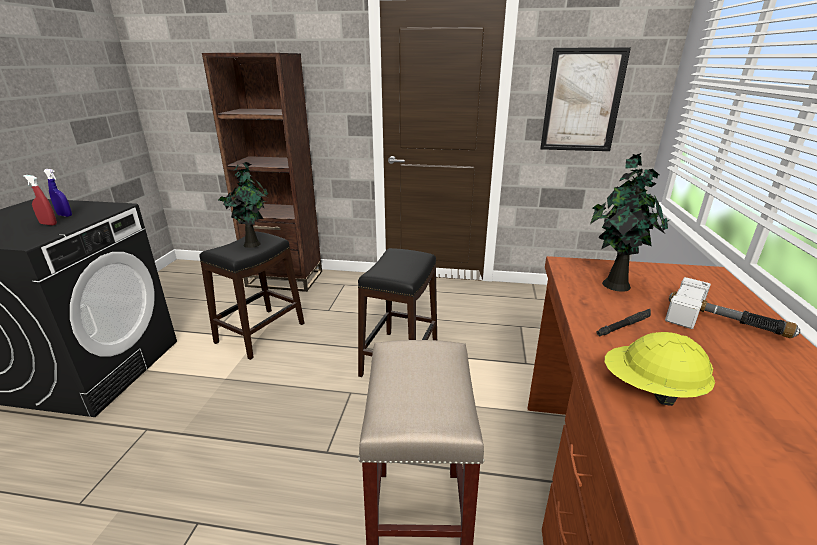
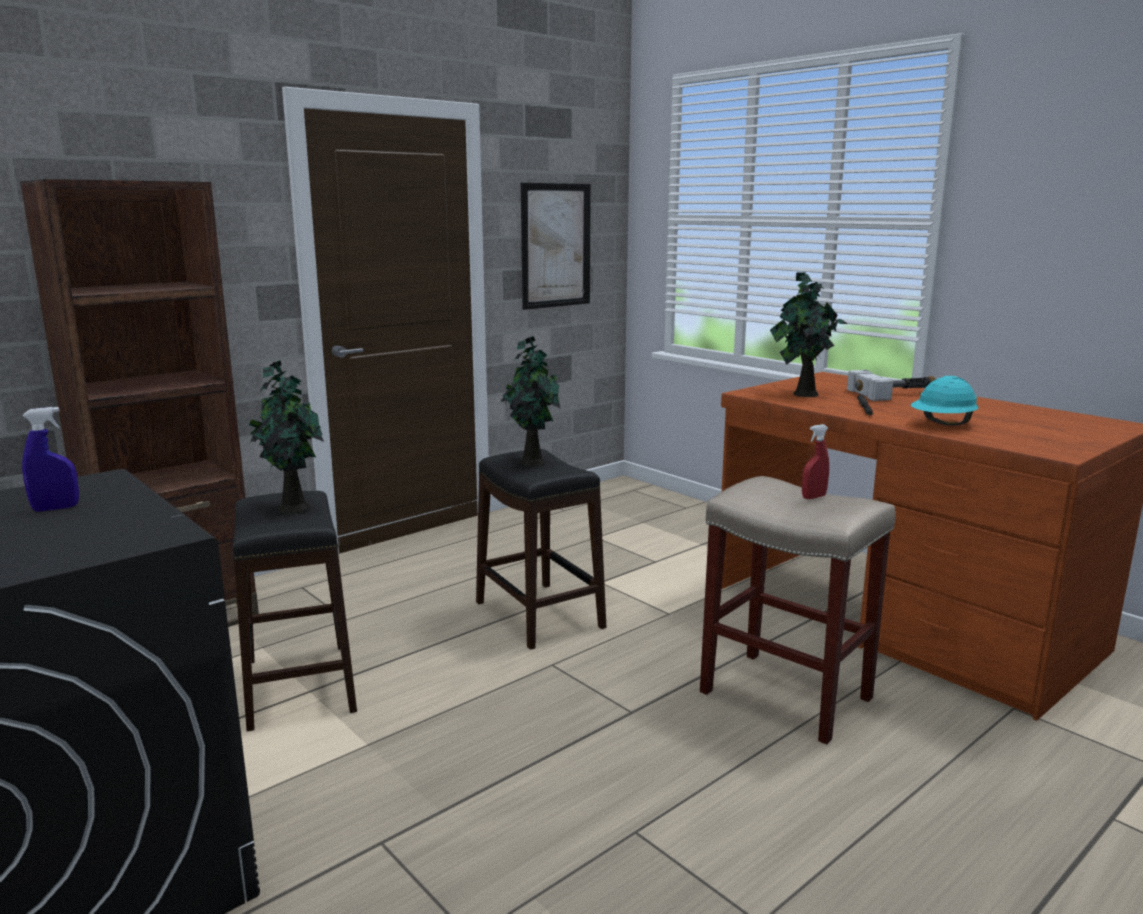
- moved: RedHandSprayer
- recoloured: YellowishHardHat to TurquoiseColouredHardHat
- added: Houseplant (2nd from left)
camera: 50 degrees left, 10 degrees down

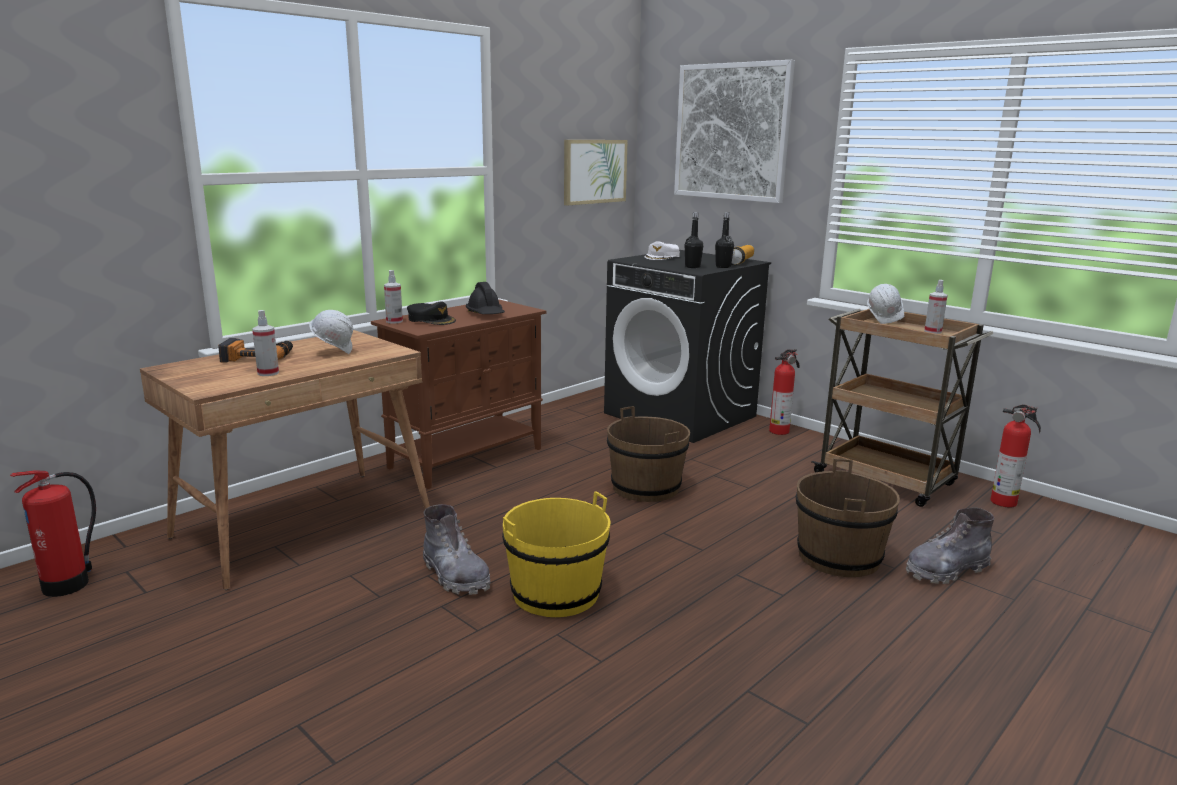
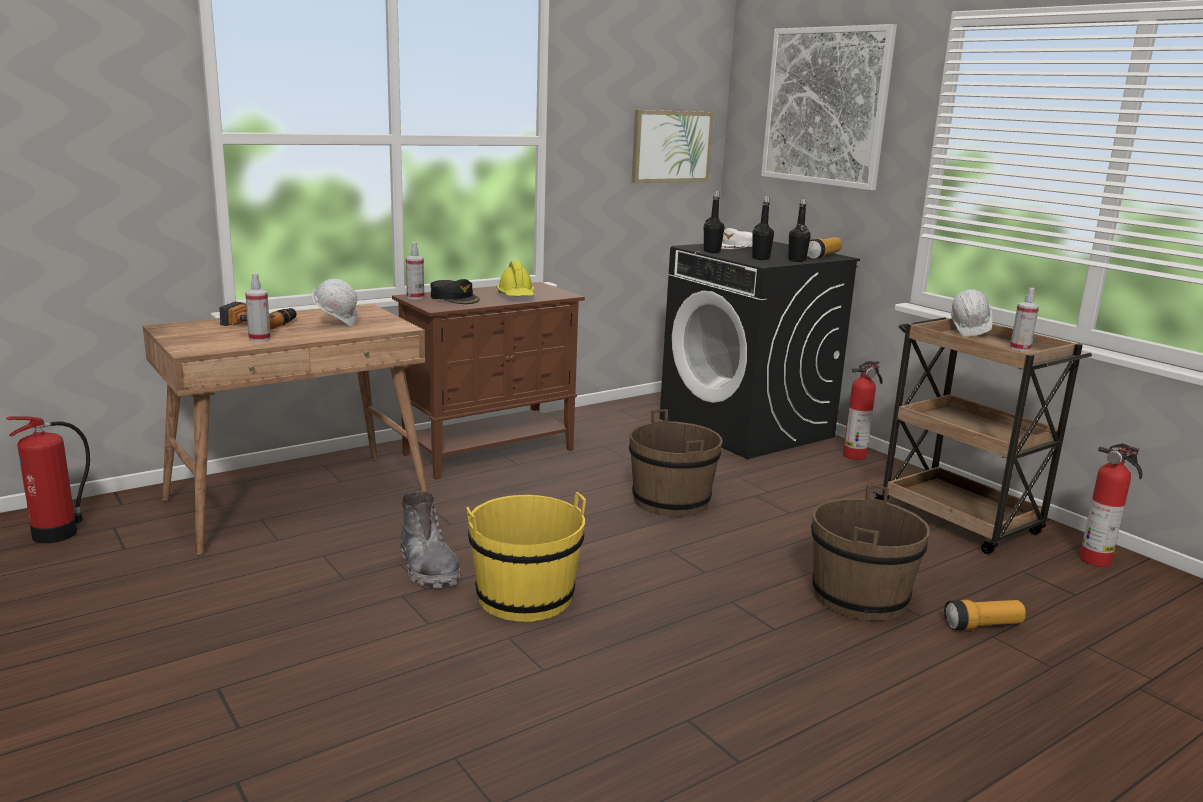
- recoloured: BlackHardHat to YellowishHardHat
- replaced: GreyBoot (2nd from left) to Flashlight (2nd from left)
- added: BlackBeverageBottle (1st from left)
camera: 10 degrees right, 0 degrees up

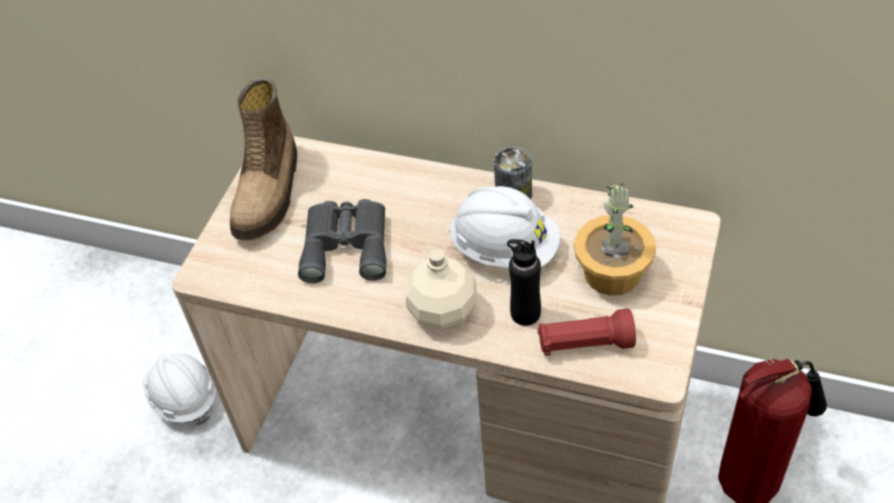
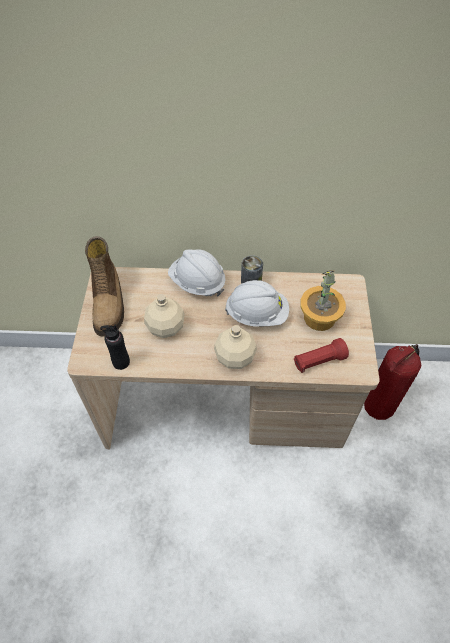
- moved: WhiteHardHat (1st from left)
- replaced: GreyPairOfBinoculars to BeigeColouredBeverageBottle (1st from left)
- moved: BlackBeverageBottle
camera: 20 degrees left, 5 degrees up

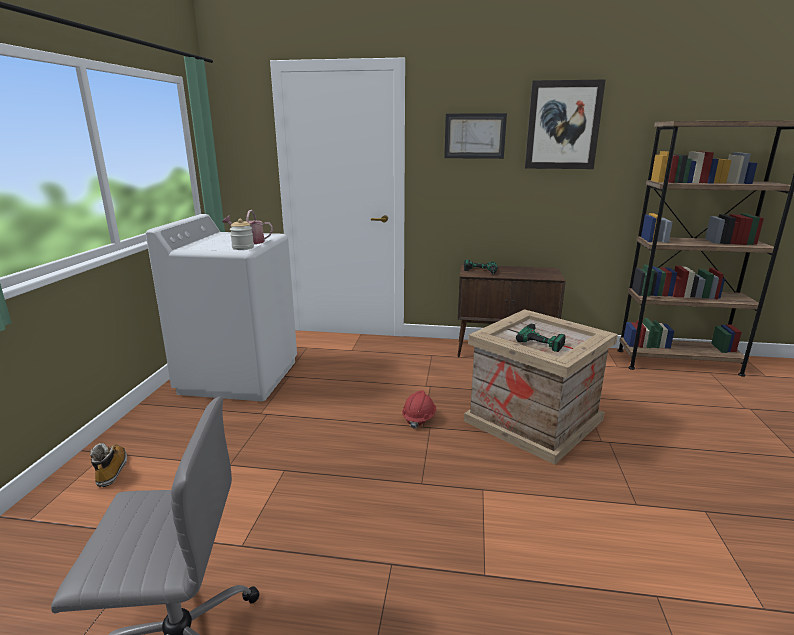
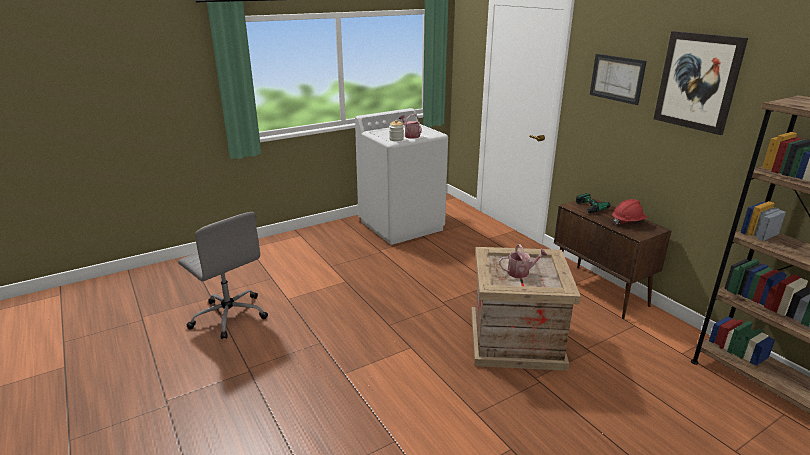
- removed: Boot
- moved: RedHardHat
- replaced: PowerDrill (2nd from left) to WateringCan (2nd from left)
camera: 50 degrees right, 5 degrees up

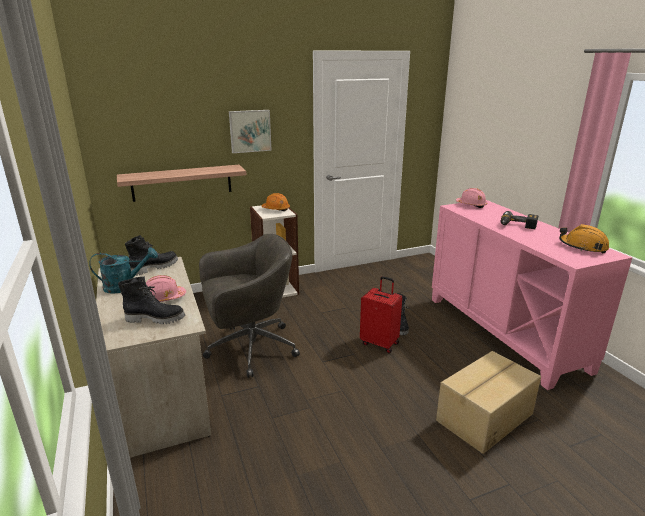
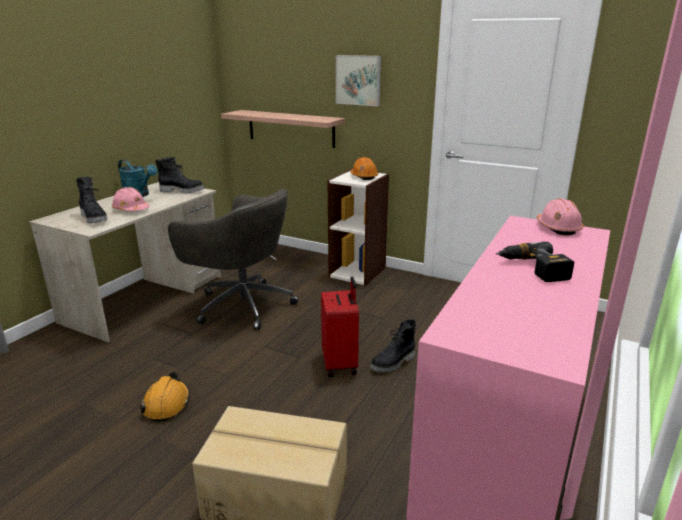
- moved: OrangeHardHat (2nd from left in the first image) to OrangeHardHat (1st from left)
camera: 50 degrees right, 0 degrees up

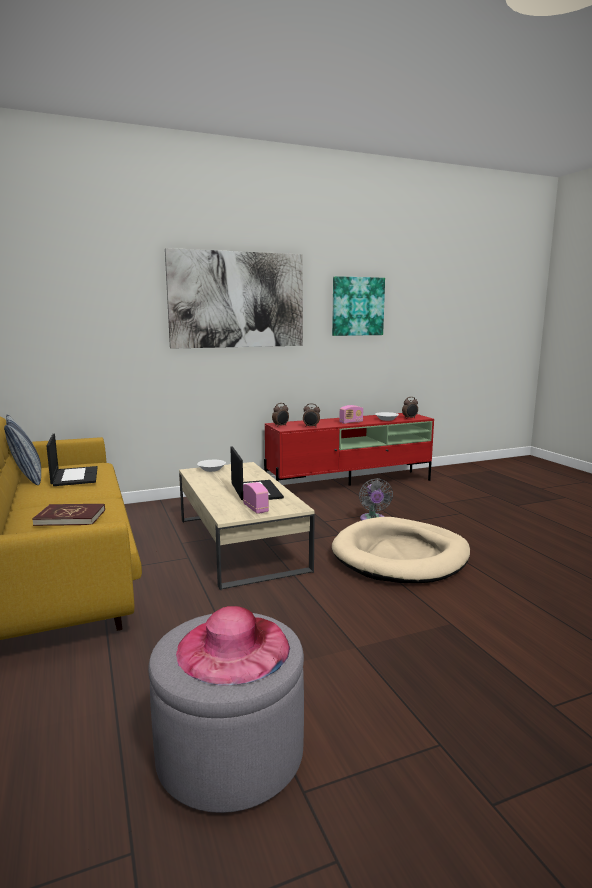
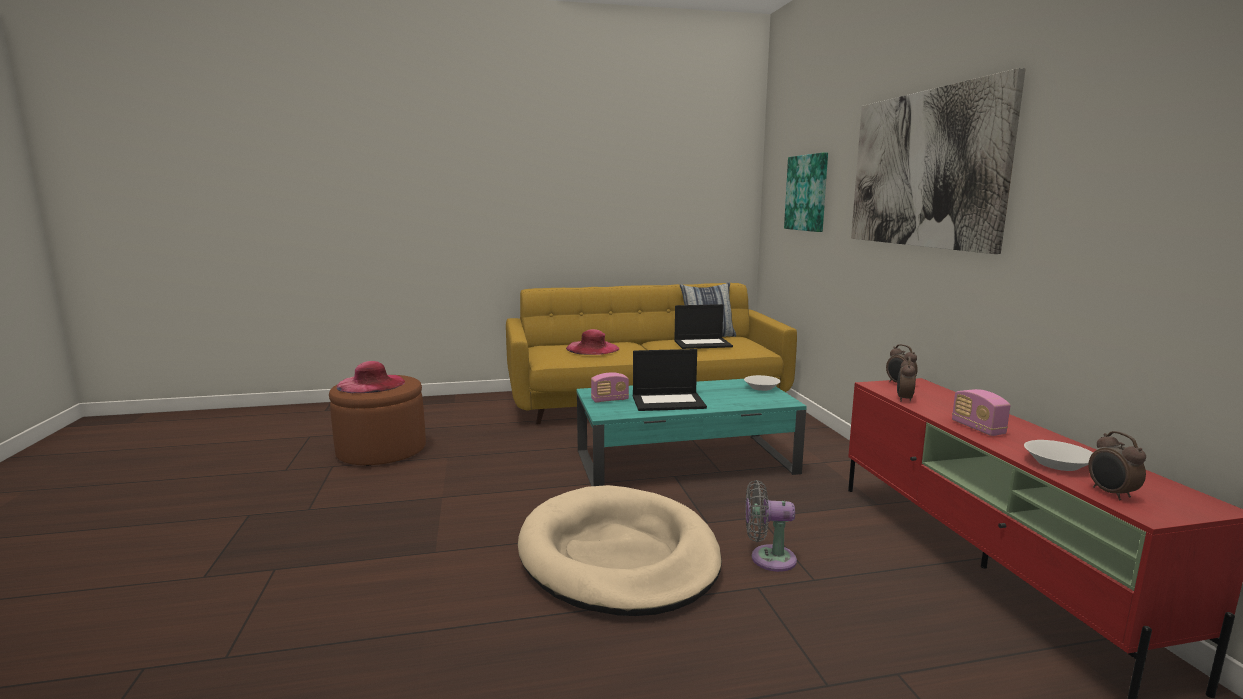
- replaced: RedVolume to PinkClothingHat (2nd from left)
- recoloured: GreyFootrest to BrownishFootrest
- recoloured: BeigeColouredLoungeTable to TurquoiseColouredLoungeTable
- moved: Picture (2nd from left in the first image) to Picture (1st from left)
camera: 100 degrees right, 0 degrees up

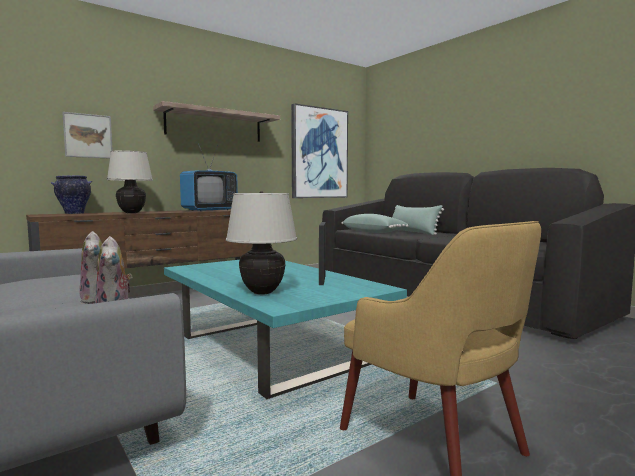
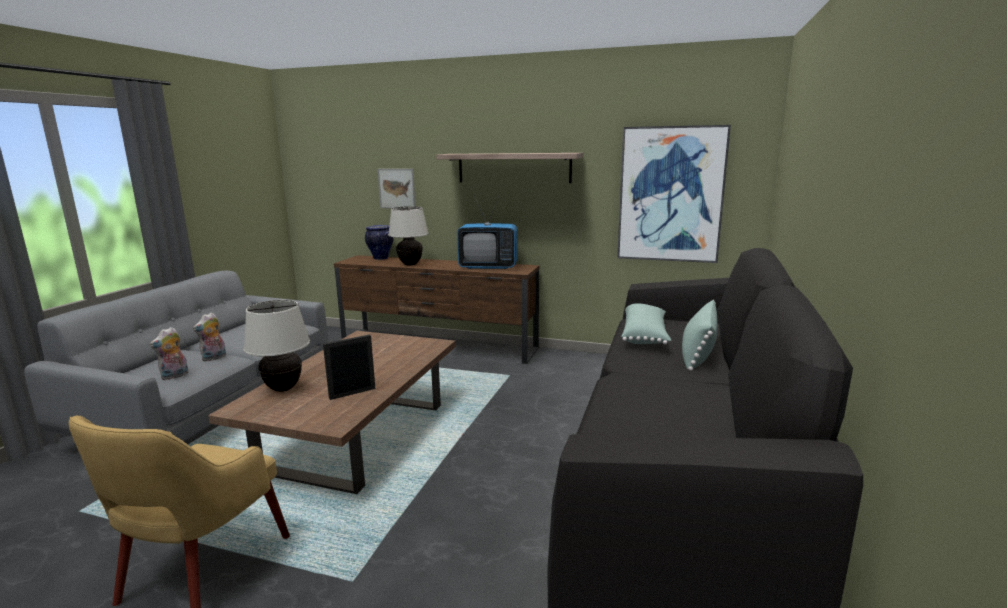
- recoloured: TurquoiseColouredLoungeTable to BrownishLoungeTable
camera: 55 degrees right, 10 degrees up

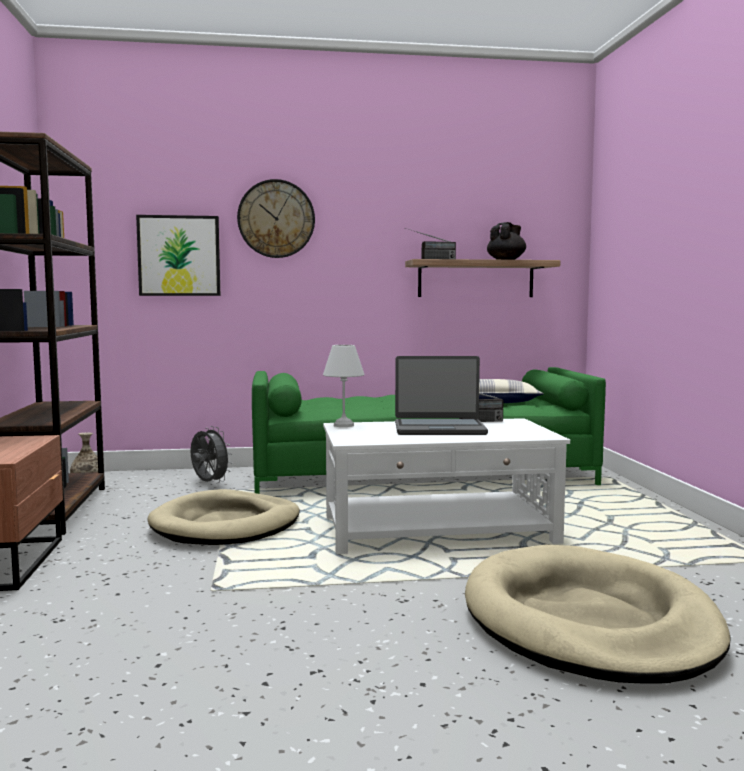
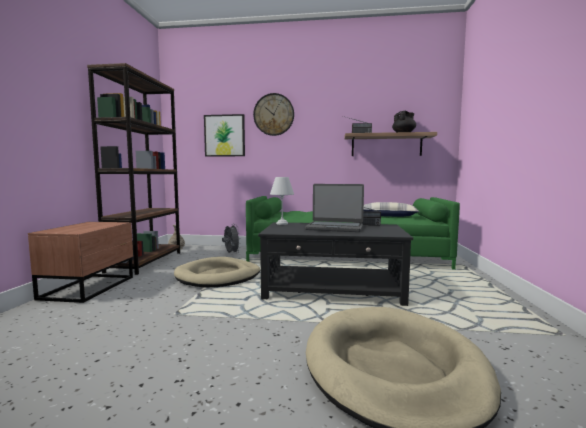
- recoloured: WhiteLoungeTable to BlackLoungeTable
camera: 15 degrees right, 0 degrees up

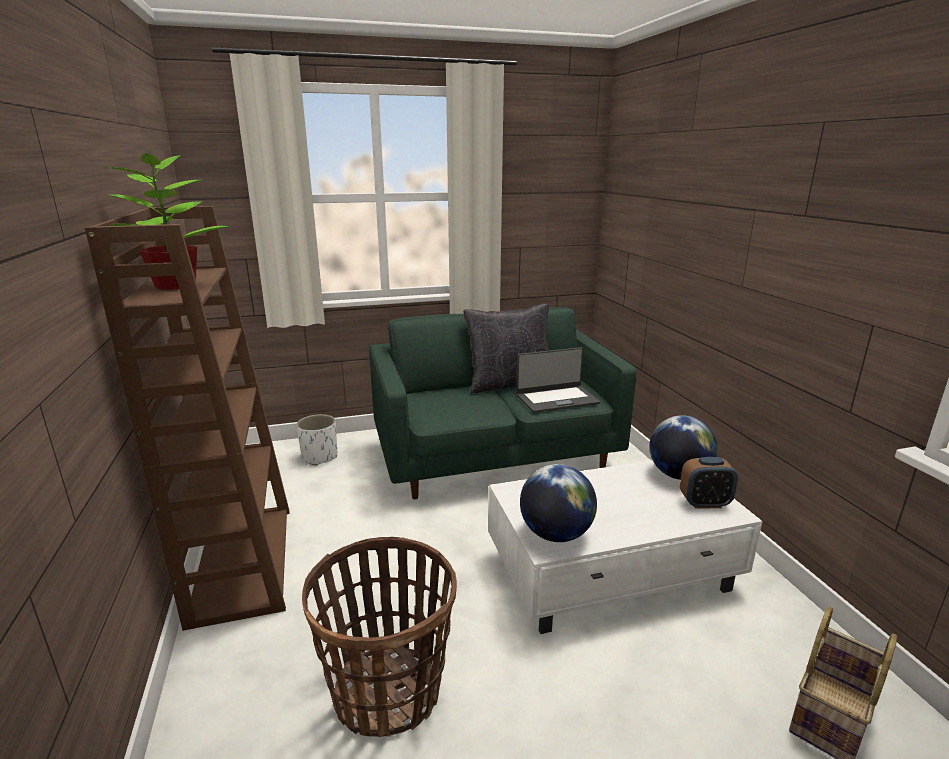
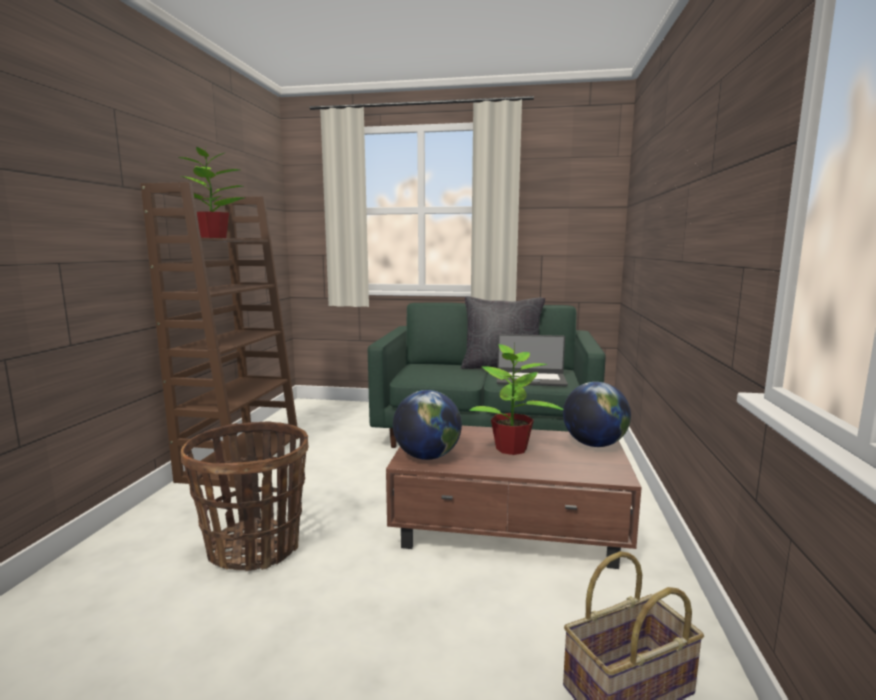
- removed: WhitePlantPot
- recoloured: WhiteLoungeTable to BrownishLoungeTable
- removed: AlarmClock
- added: Houseplant (2nd from left)
camera: 25 degrees right, 10 degrees down

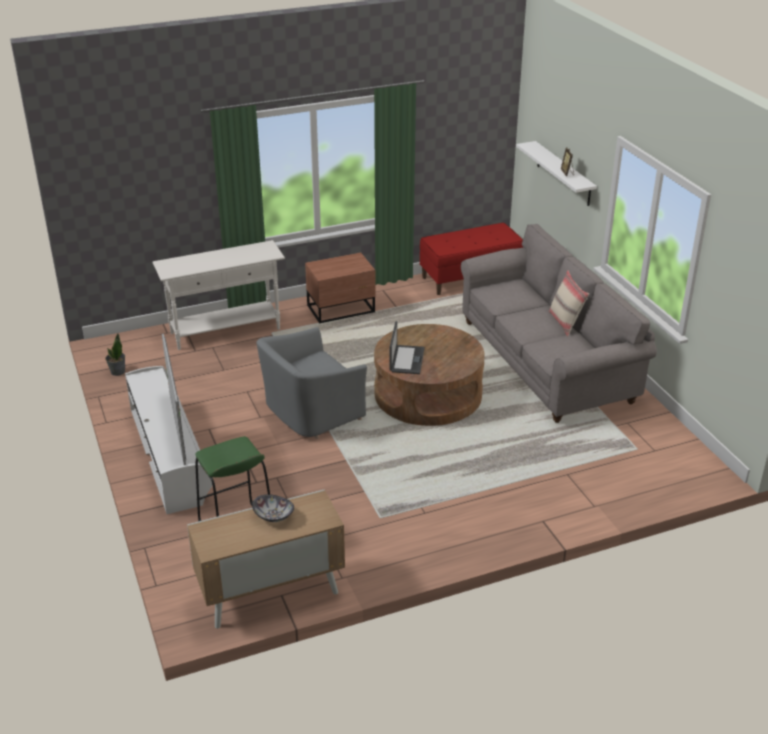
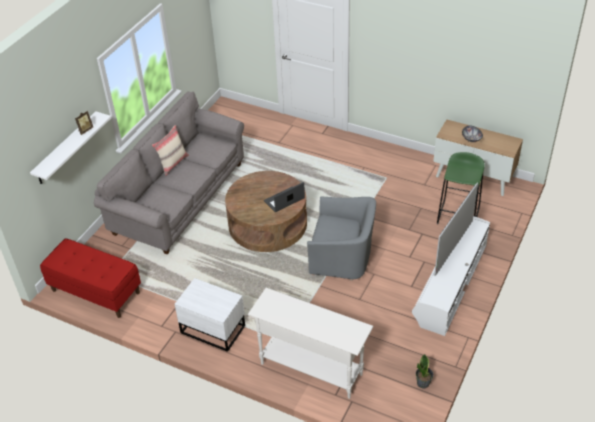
- recoloured: BrownishNightstand to WhiteNightstand
camera: 130 degrees left, 10 degrees up

